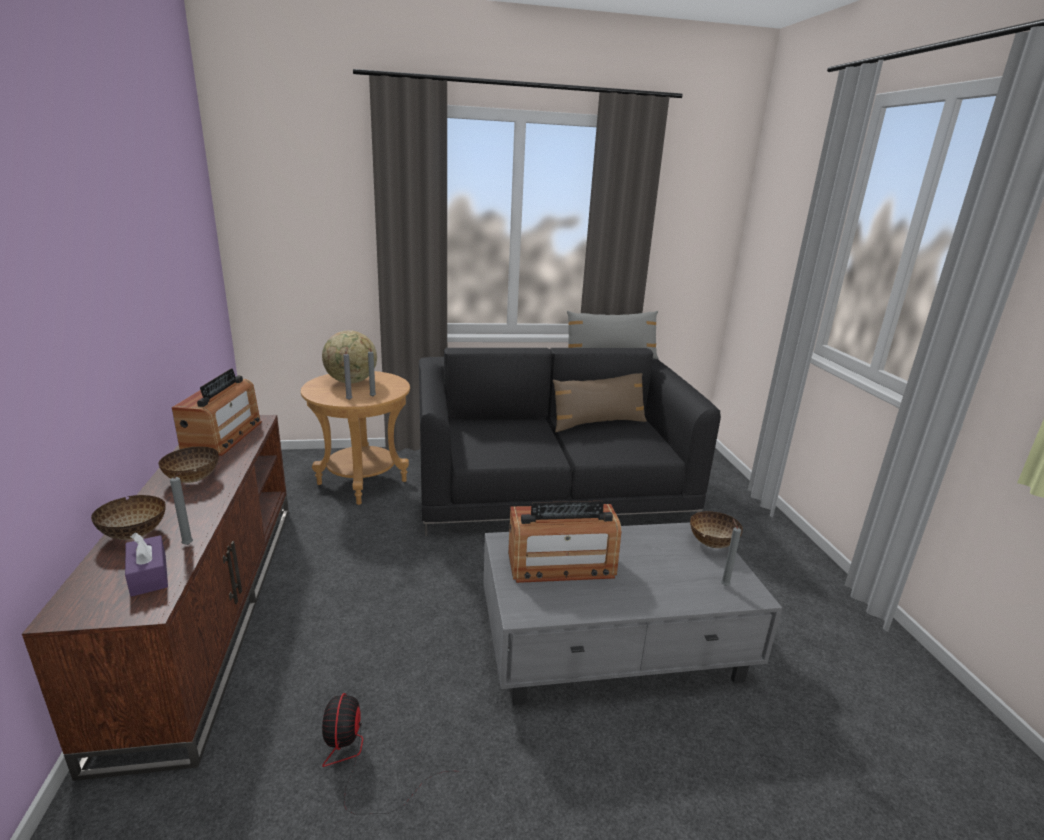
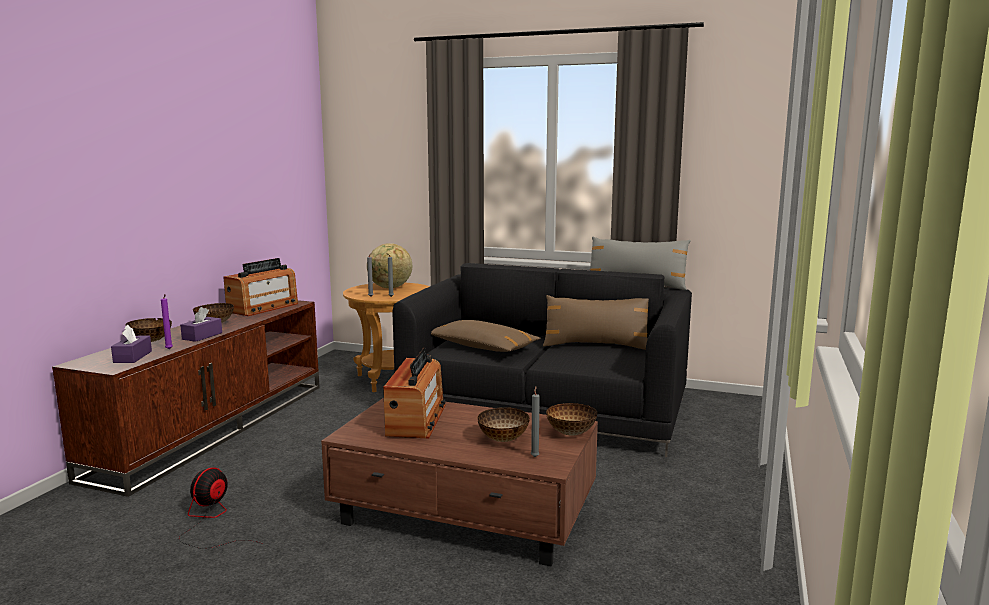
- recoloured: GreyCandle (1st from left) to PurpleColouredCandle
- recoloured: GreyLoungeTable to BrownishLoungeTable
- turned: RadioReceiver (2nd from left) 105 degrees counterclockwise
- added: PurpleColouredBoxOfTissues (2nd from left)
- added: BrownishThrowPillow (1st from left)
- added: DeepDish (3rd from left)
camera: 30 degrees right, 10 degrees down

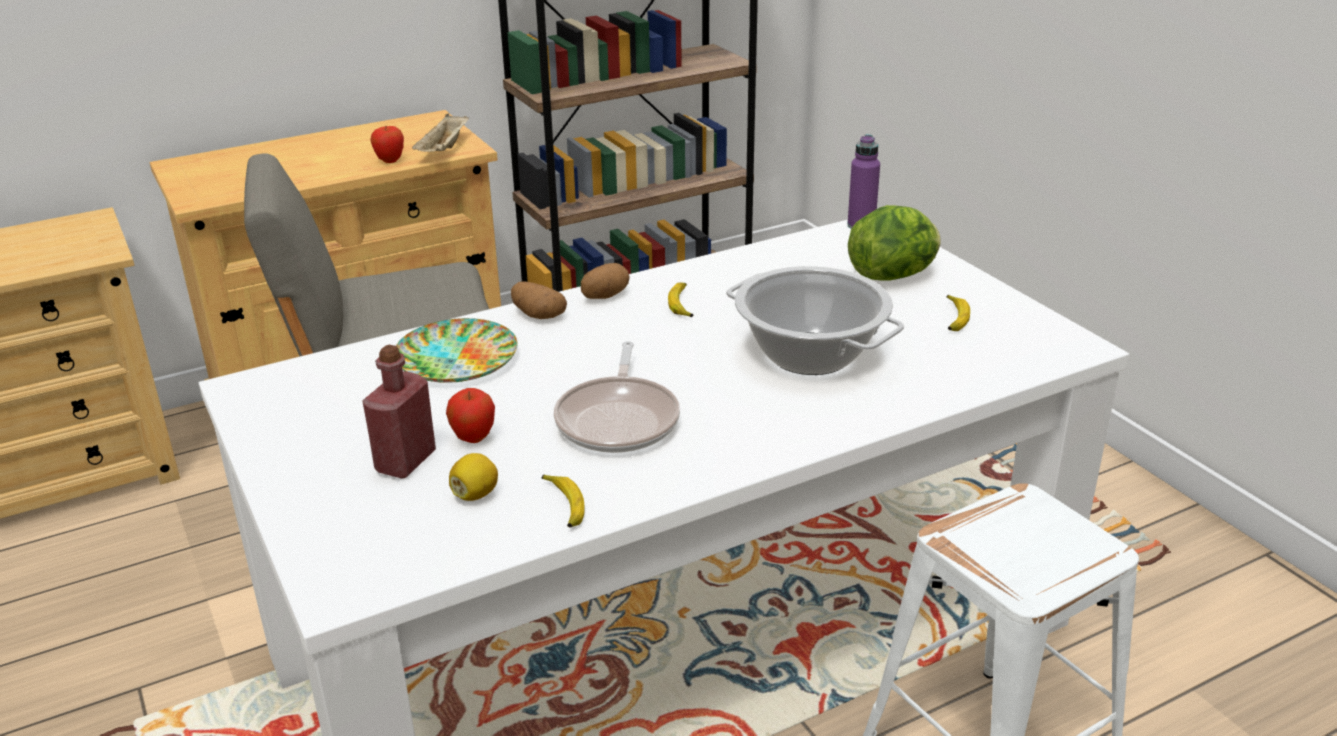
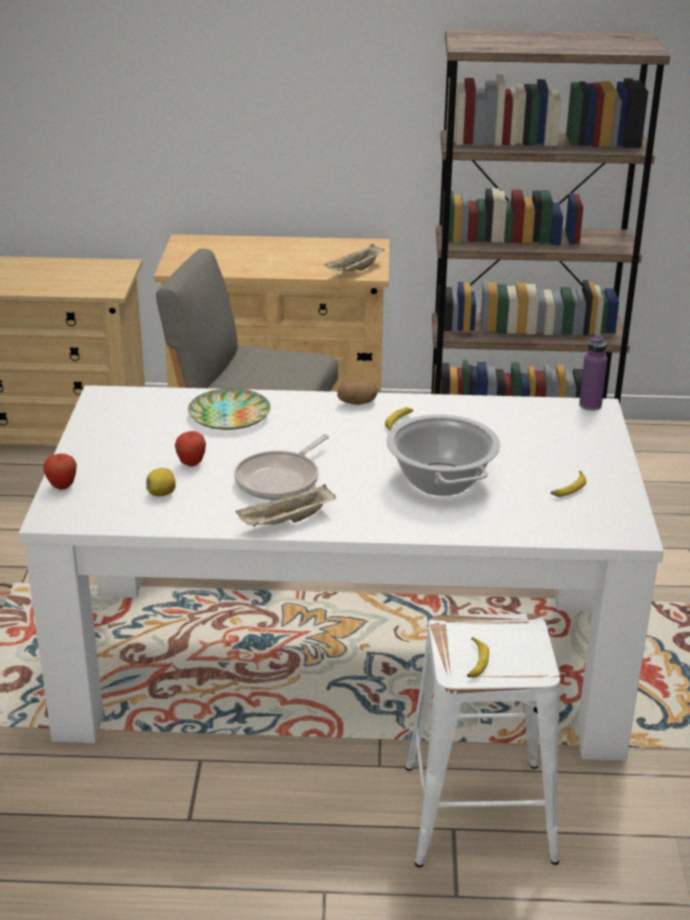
- removed: RedBeverageBottle
- moved: AppleFruit (1st from left)
- removed: Spud (1st from left)
- moved: WholeBanana (1st from left in the first image) to WholeBanana (2nd from left)
- removed: HeadOfLettuce
- added: BeigeColouredServingTray (1st from left)
camera: 30 degrees right, 0 degrees up

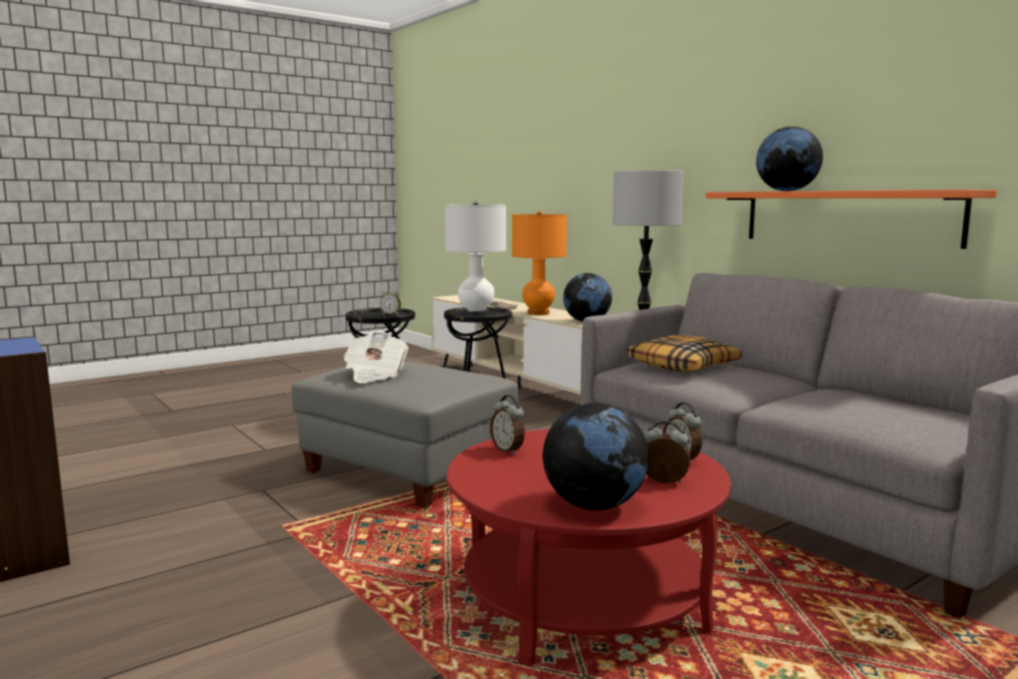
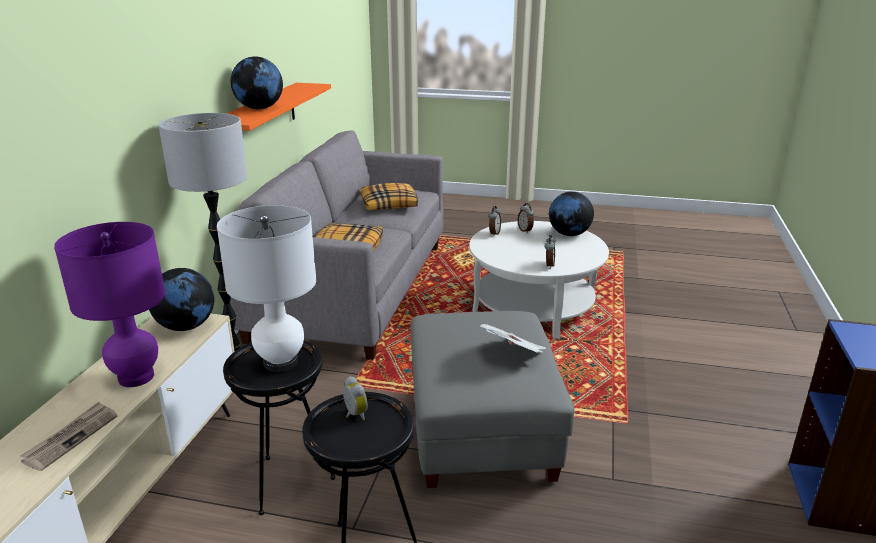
- recoloured: RedLoungeTable to WhiteLoungeTable
- recoloured: OrangeTabletopLamp to PurpleColouredTabletopLamp
- added: ThrowPillow (2nd from left)
camera: 130 degrees left, 15 degrees up

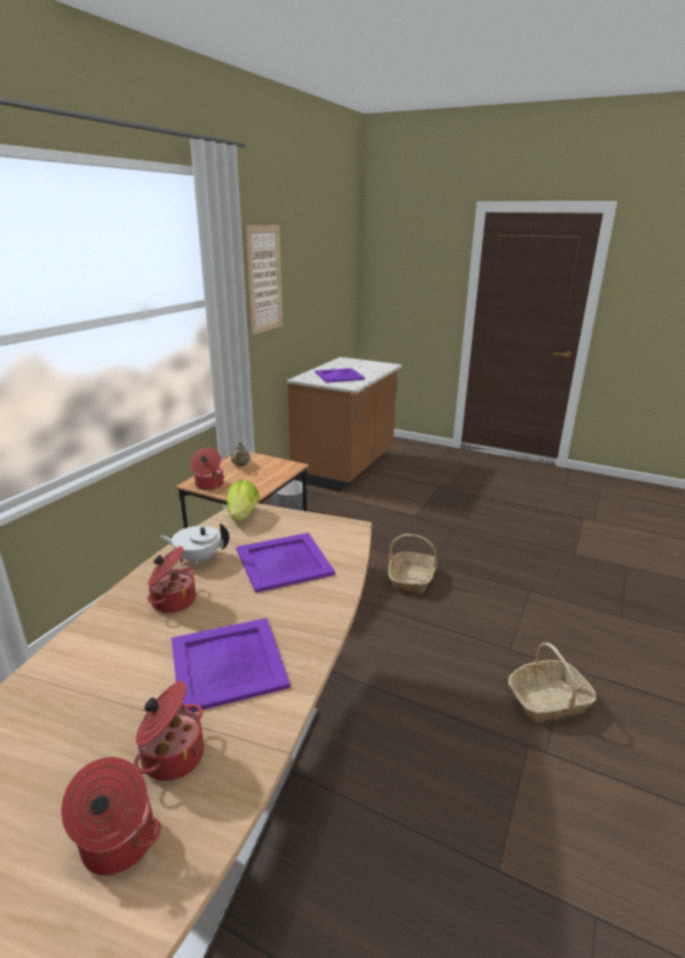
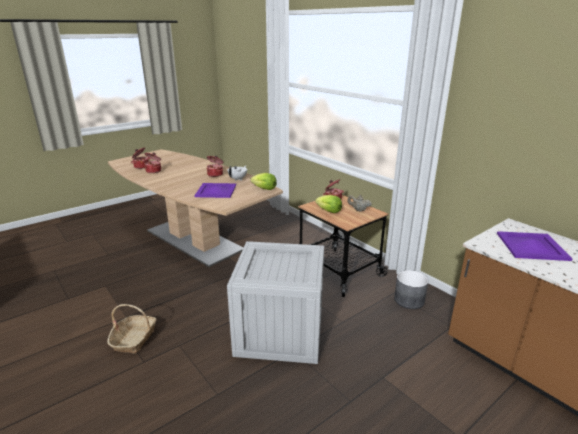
- removed: PurpleColouredServingTray (1st from left)
- removed: Picture
- replaced: StorageBasket (1st from left) to PackingCrate
- added: HeadOfLettuce (2nd from left)
camera: 115 degrees right, 0 degrees up

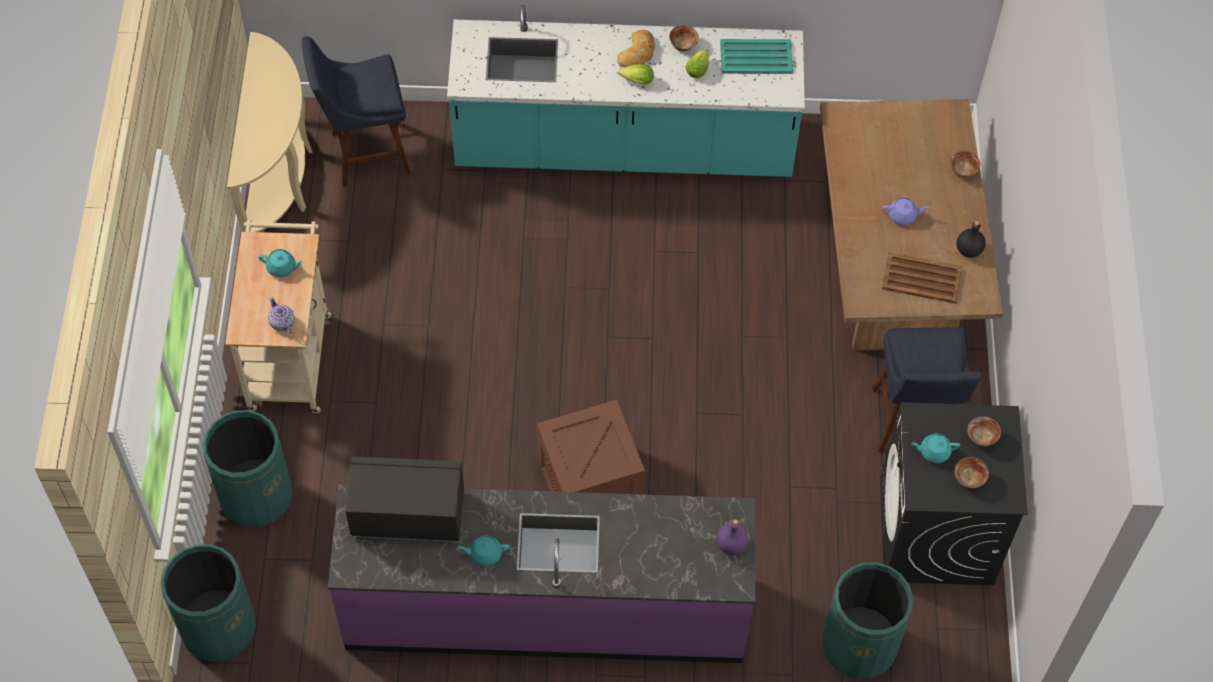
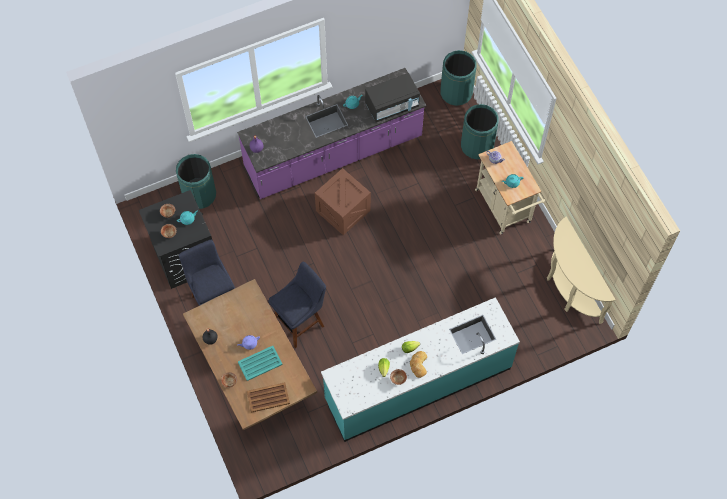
- moved: BluishStoolSeat (1st from left in the first image) to BluishStoolSeat (2nd from left)
- moved: TurquoiseColouredServingTray
- moved: BrownishServingTray
camera: 155 degrees right, 5 degrees up

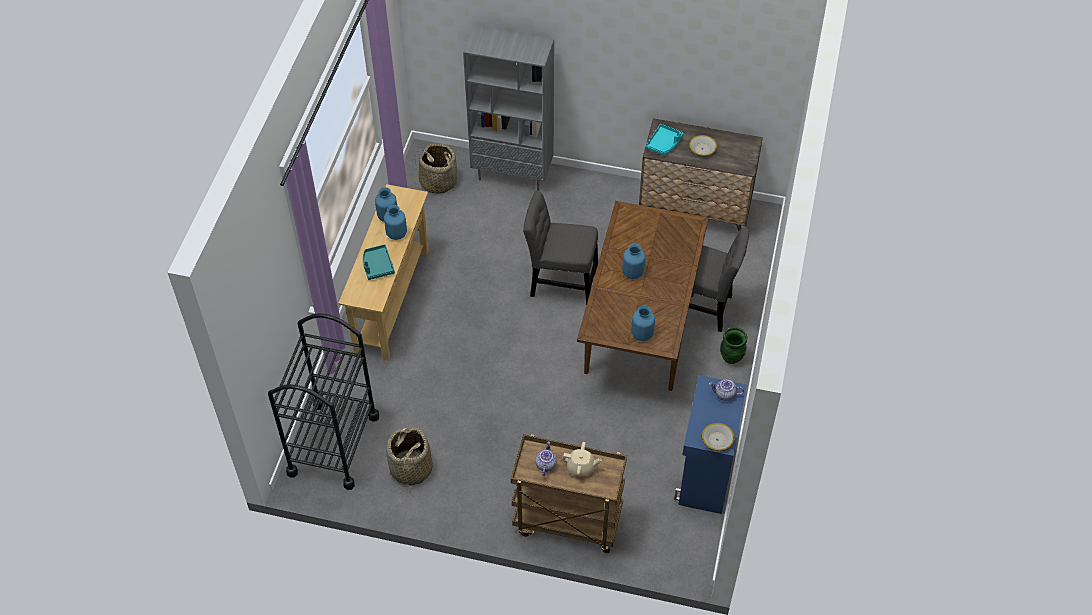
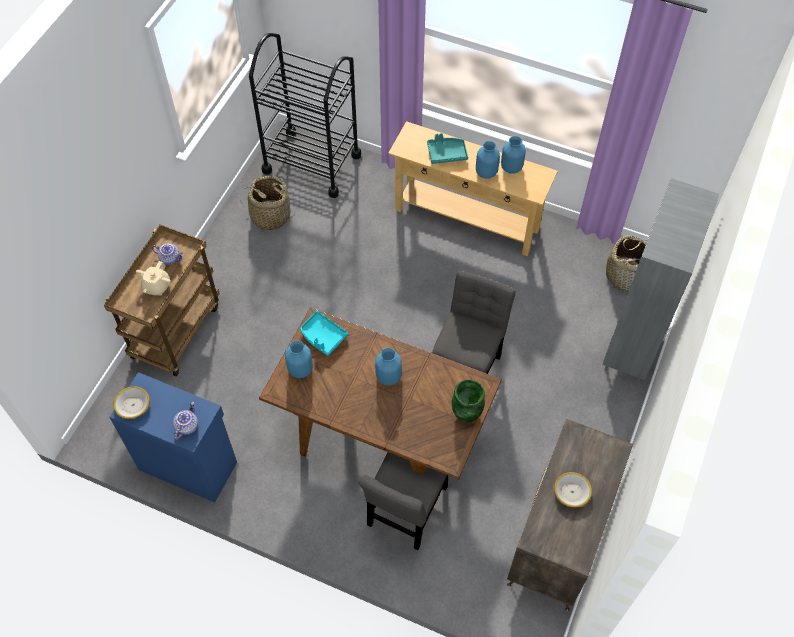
- moved: TurquoiseColouredServingTray (2nd from left in the first image) to TurquoiseColouredServingTray (1st from left)
- moved: GreenishVase
camera: 100 degrees right, 5 degrees up

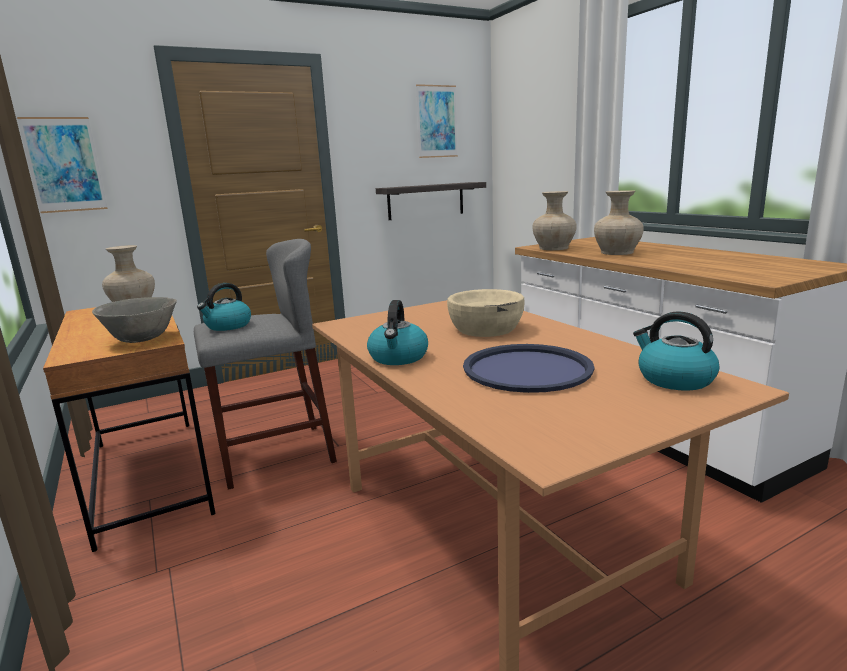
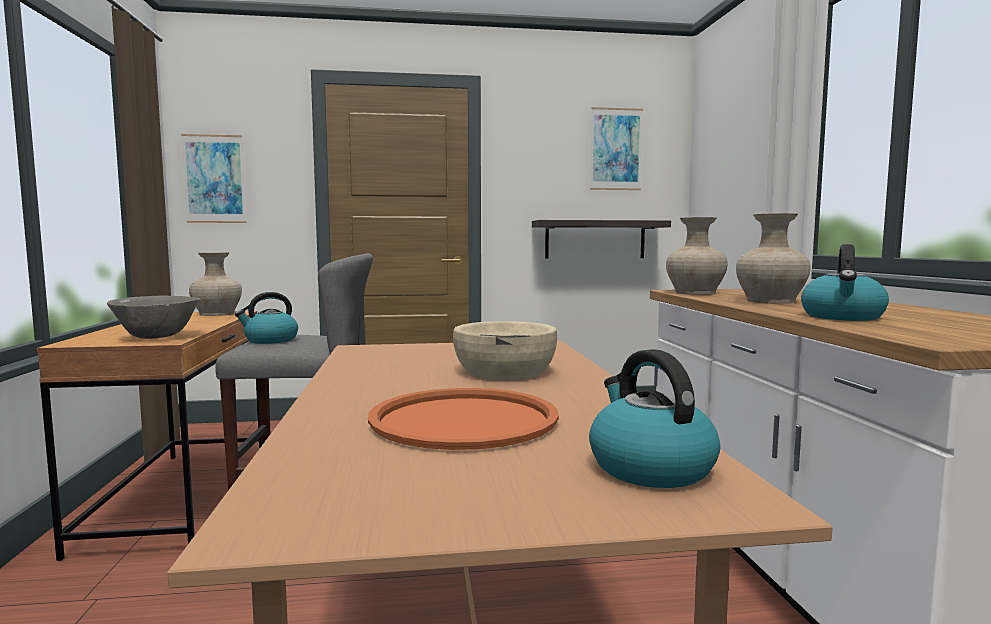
- moved: WaterKettle (2nd from left in the first image) to WaterKettle (3rd from left)
- recoloured: BluishServingTray to OrangeServingTray
camera: 20 degrees right, 10 degrees down

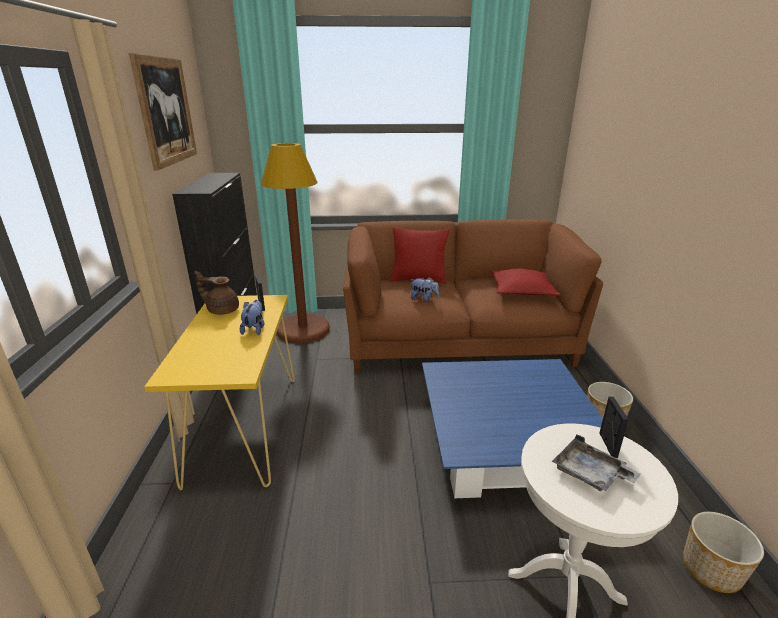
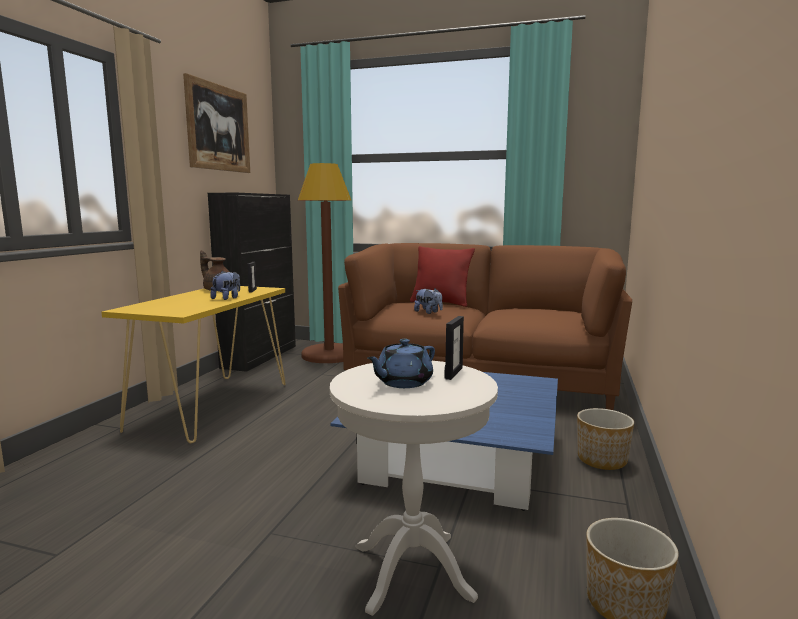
- removed: RedThrowPillow (2nd from left)
- replaced: GreyServingTray to BluishPotForTea
camera: 20 degrees right, 15 degrees down

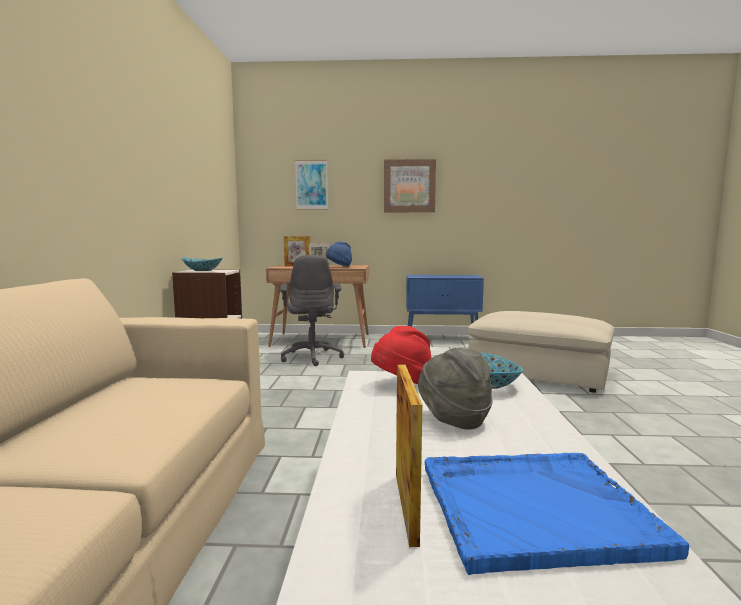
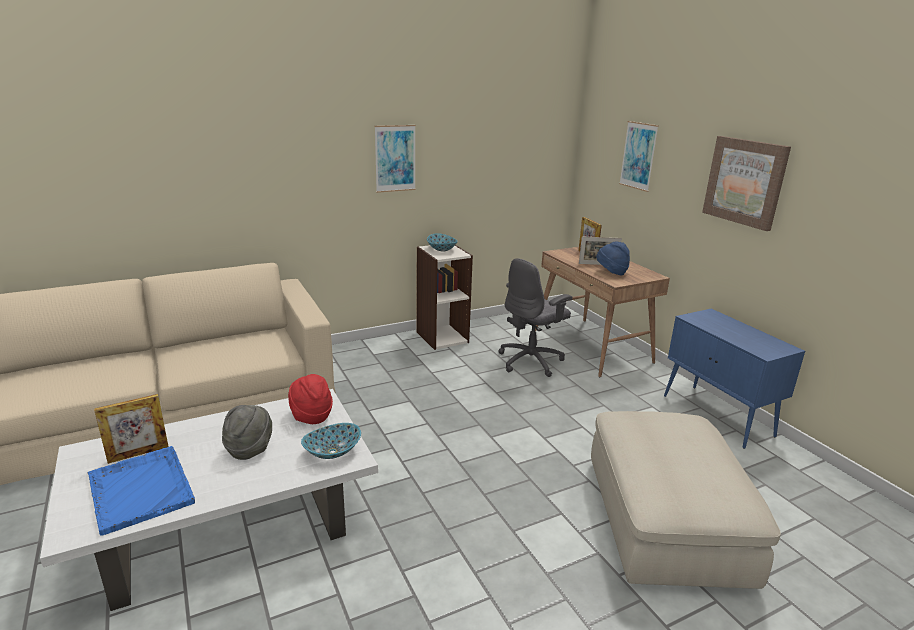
- added: Picture (1st from left)
camera: 60 degrees right, 15 degrees up

